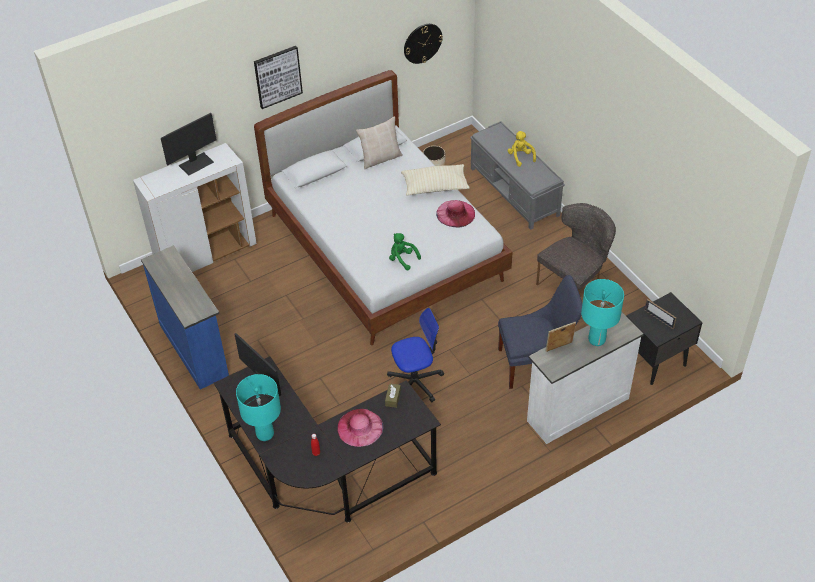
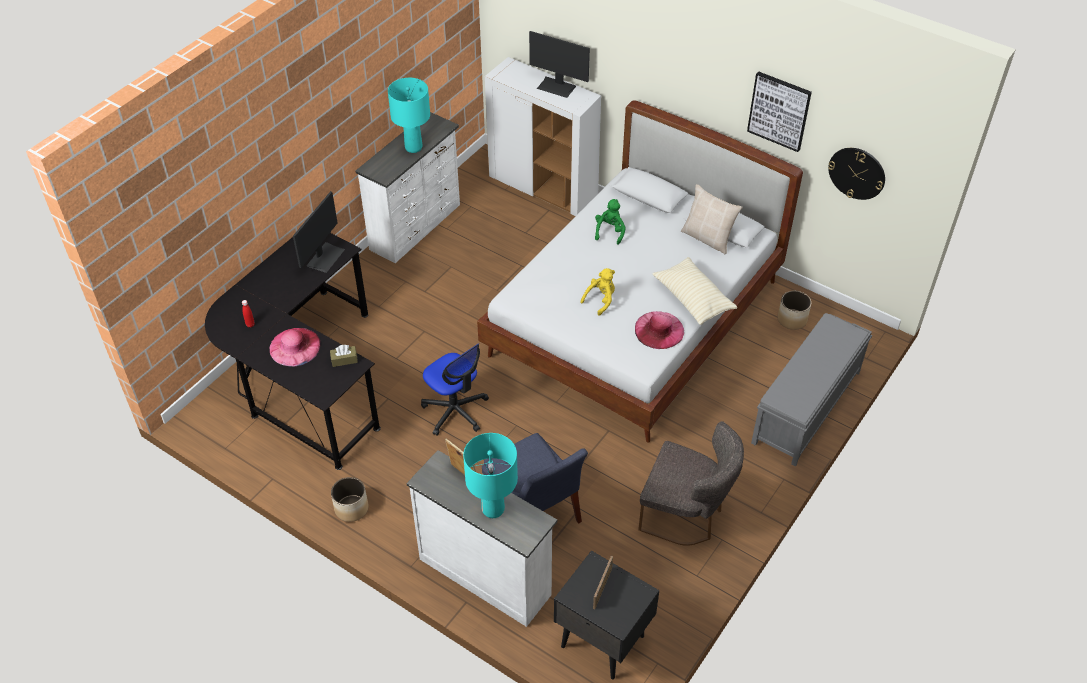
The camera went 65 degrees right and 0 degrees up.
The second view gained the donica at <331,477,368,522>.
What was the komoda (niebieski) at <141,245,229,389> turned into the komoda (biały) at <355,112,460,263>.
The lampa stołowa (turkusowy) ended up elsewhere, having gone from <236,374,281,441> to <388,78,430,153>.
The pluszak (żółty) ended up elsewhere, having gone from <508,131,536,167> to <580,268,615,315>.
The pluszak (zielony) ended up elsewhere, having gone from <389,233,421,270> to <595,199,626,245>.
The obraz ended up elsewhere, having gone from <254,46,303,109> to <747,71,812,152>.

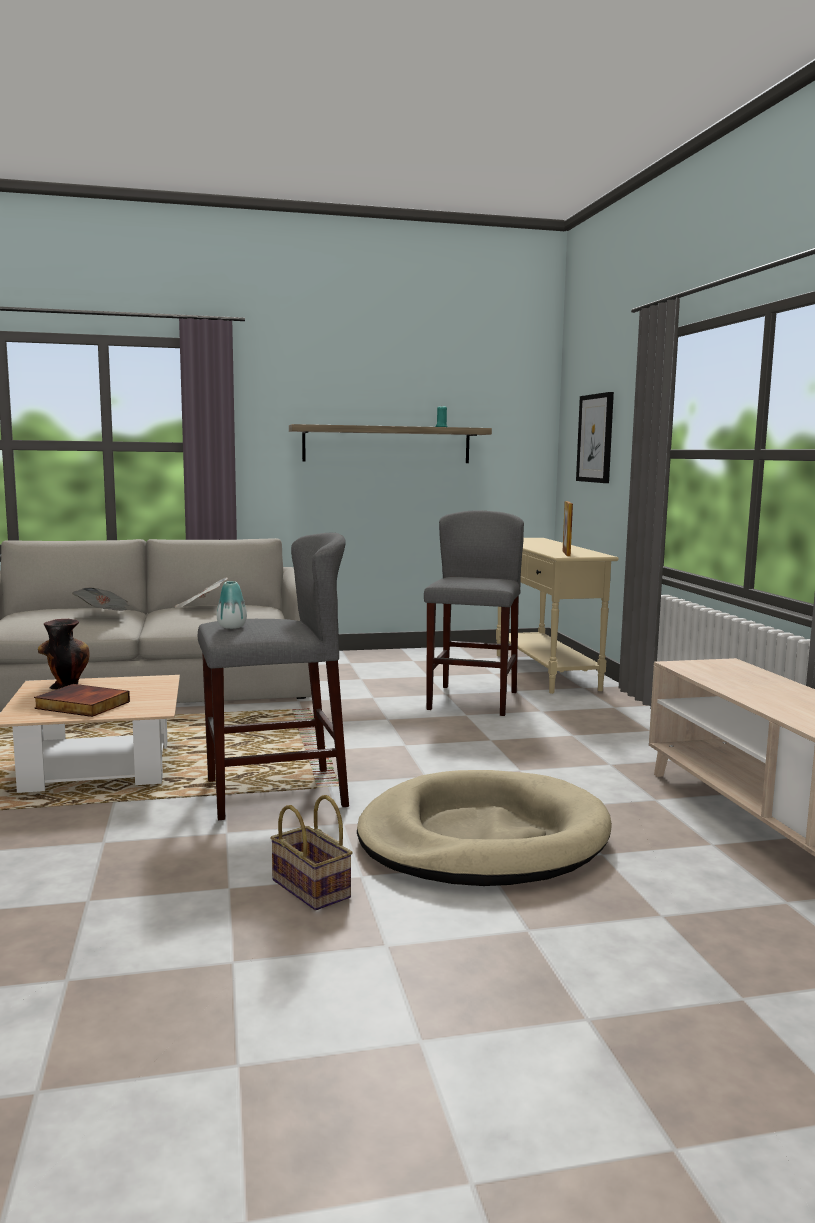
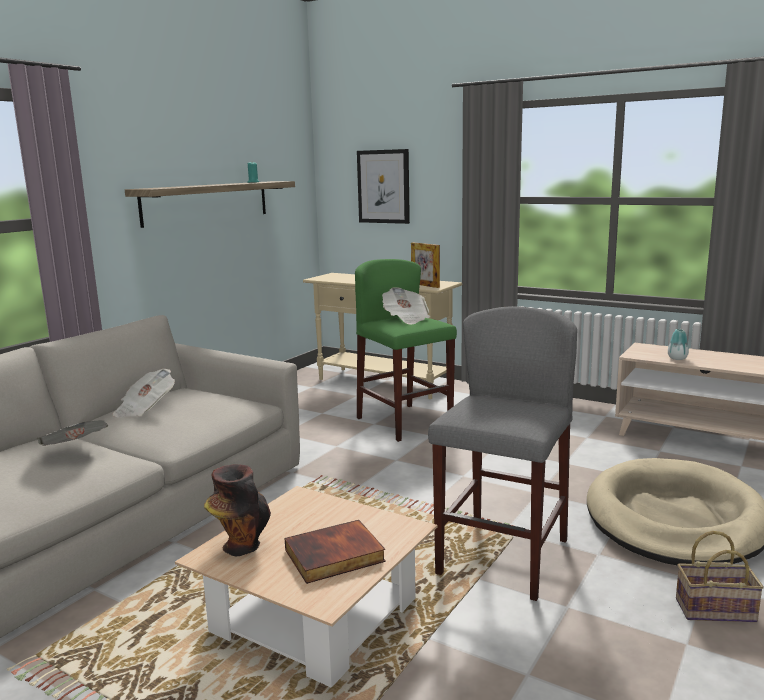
The camera went 45 degrees left and 5 degrees up.
What was the stołek (szary) at <424,510,524,716> turned into the stołek (zielony) at <355,259,457,442>.
The second view gained the gazeta at <382,287,430,325>.
The wazon ended up elsewhere, having gone from <217,581,247,629> to <668,329,689,360>.

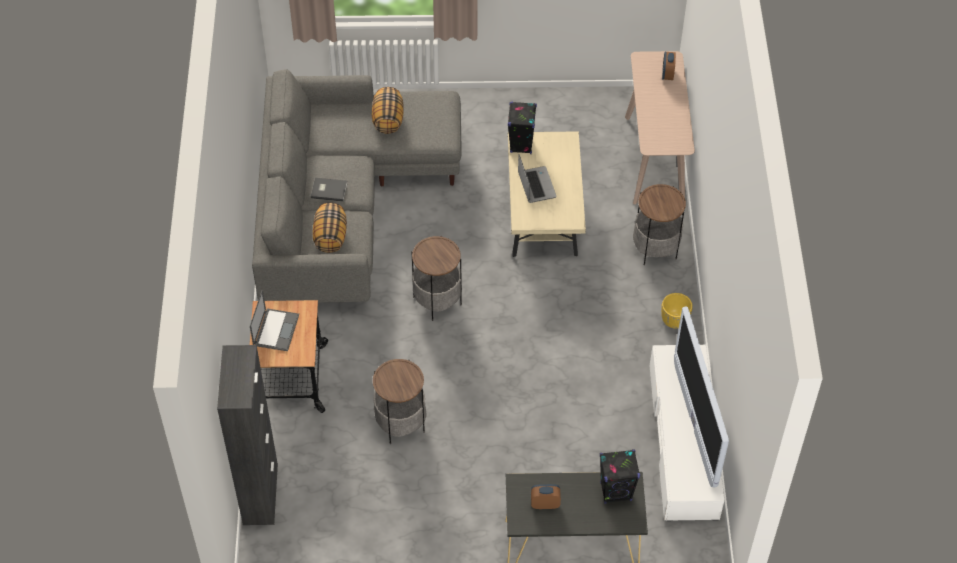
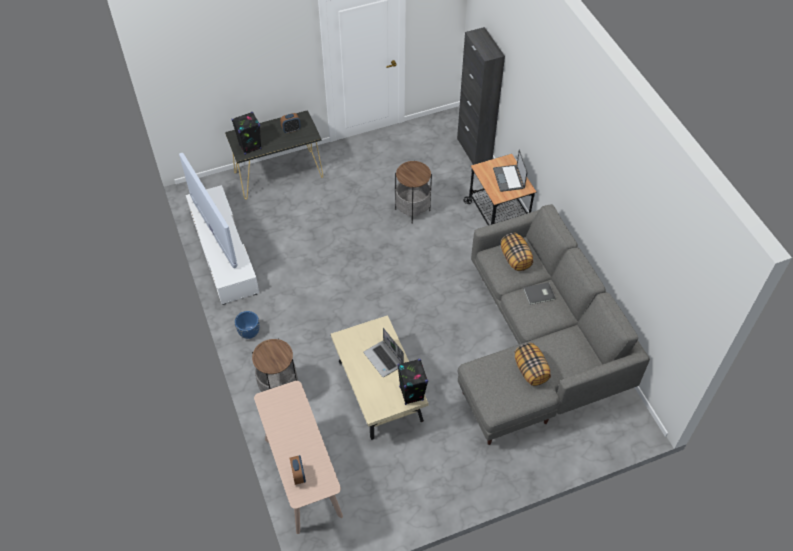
The camera went 160 degrees right and 0 degrees up.
What was the donica (żółty) at <661,293,693,328> turned into the donica (niebieski) at <235,311,259,339>.
The second view lost the stolik at <411,236,462,321>.

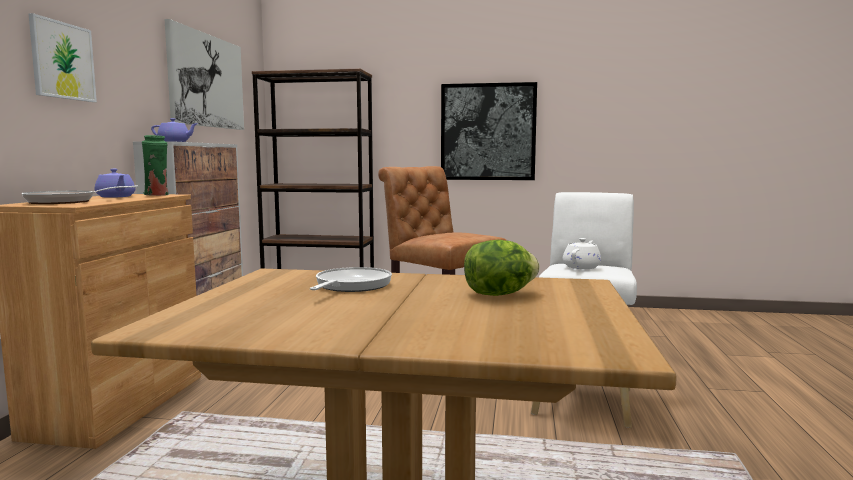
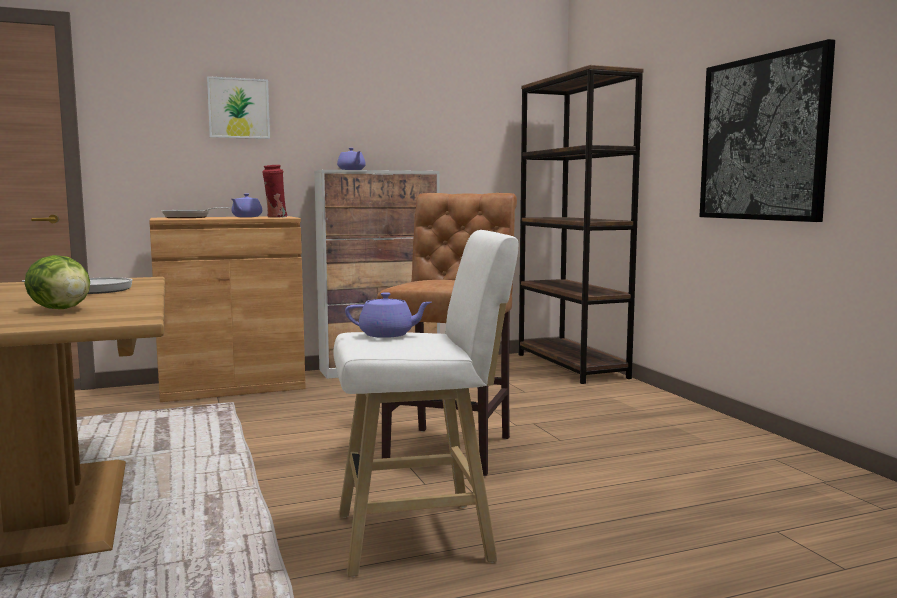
The camera went 60 degrees right and 0 degrees up.
What was the wazon (zielony) at <142,135,169,196> turned into the wazon (czerwony) at <262,165,288,218>.
What was the imbryk (biały) at <563,238,602,269> turned into the imbryk (fioletowy) at <345,292,432,338>.
The second view lost the obraz at <164,19,244,130>.

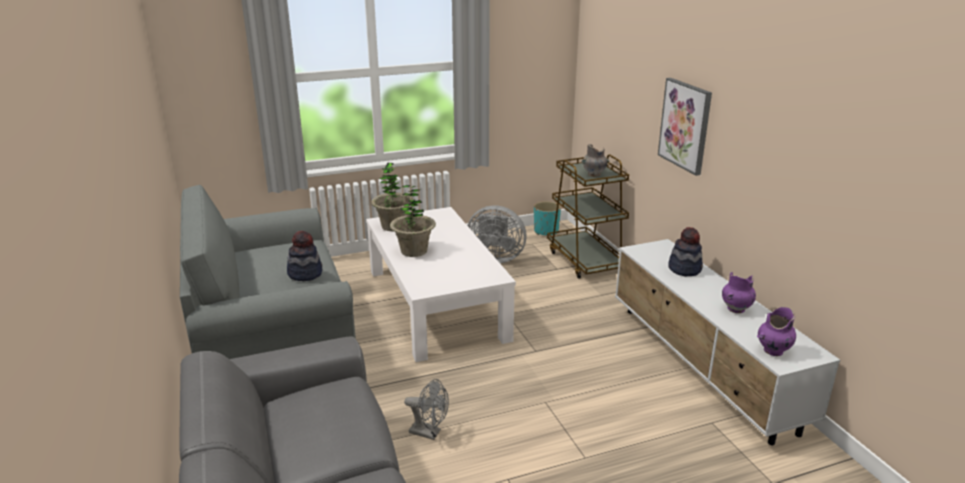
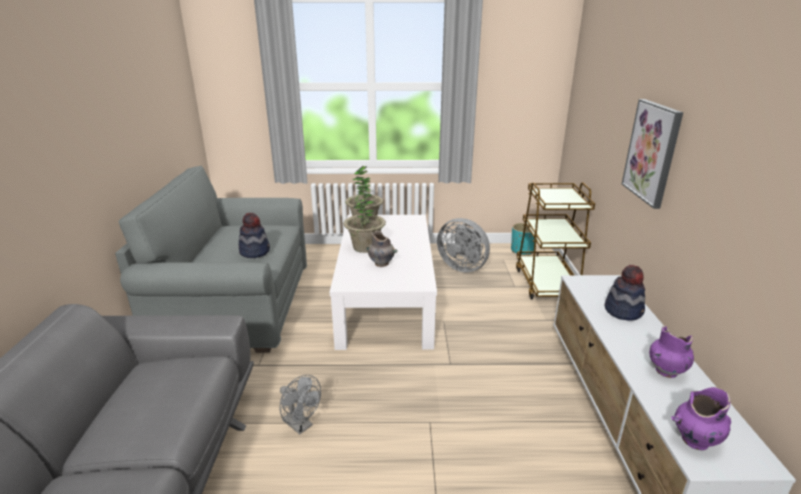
The camera went 20 degrees right and 0 degrees up.
The wazon (szary) ended up elsewhere, having gone from <582,144,610,177> to <366,231,398,267>.

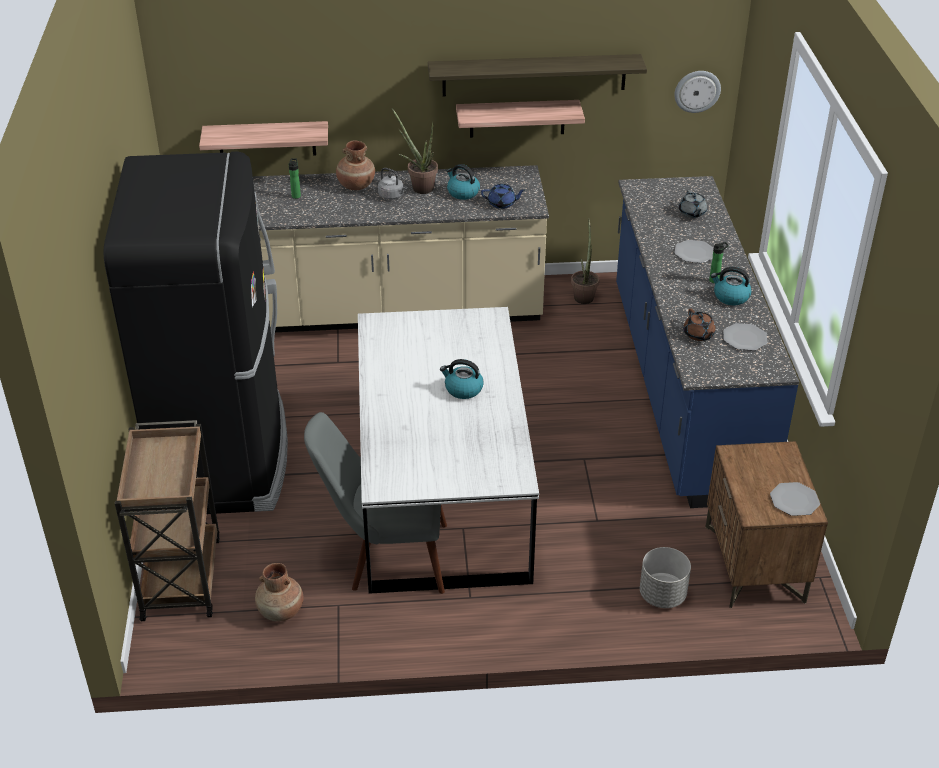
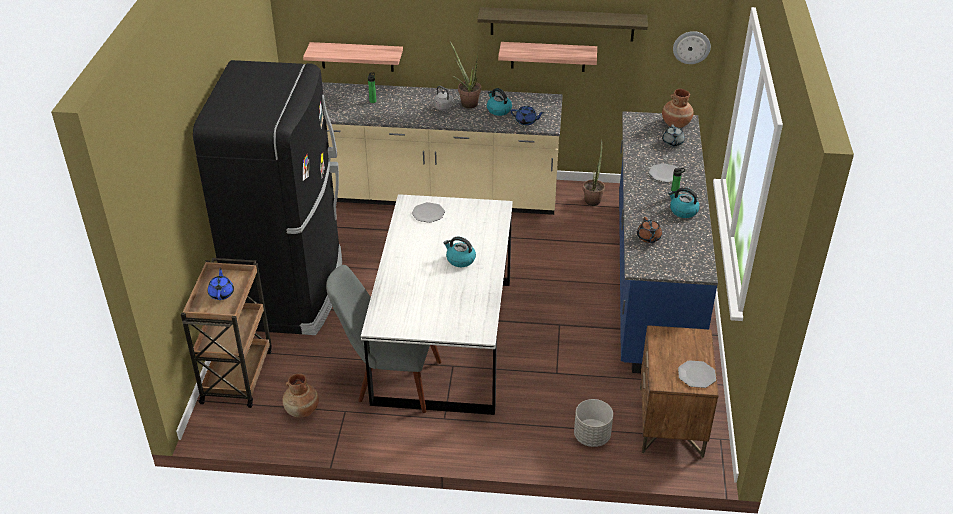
The camera went 10 degrees right and 0 degrees up.
The second view gained the imbryk (niebieski) at <208,268,234,300>.
The talerz ended up elsewhere, having gone from <723,323,767,351> to <412,202,445,223>.
The wazon (brązowy) ended up elsewhere, having gone from <336,140,375,190> to <662,89,694,128>.

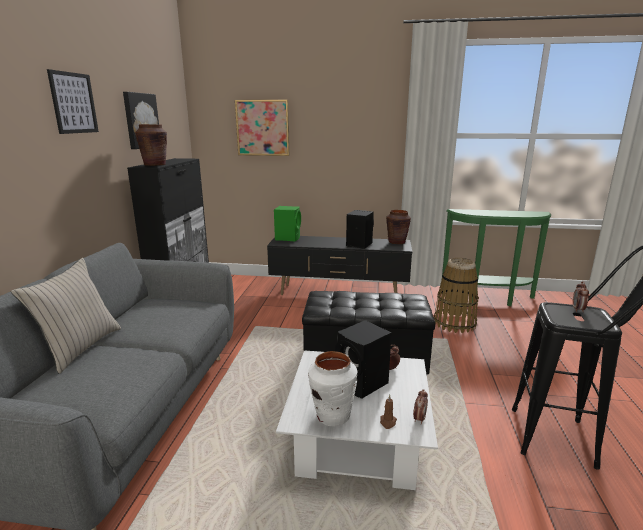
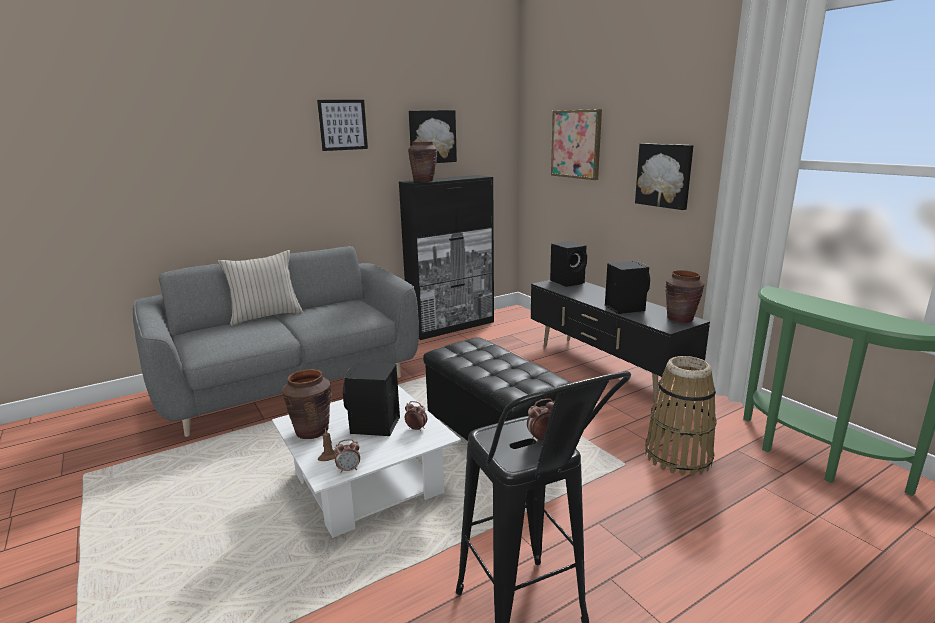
The camera went 50 degrees right and 0 degrees up.
What was the wazon (biały) at <308,351,357,427> turned into the wazon (brązowy) at <282,369,332,439>.
What was the głośnik (zielony) at <274,206,301,241> turned into the głośnik (czarny) at <550,241,587,287>.
The second view gained the obraz at <635,143,693,210>.

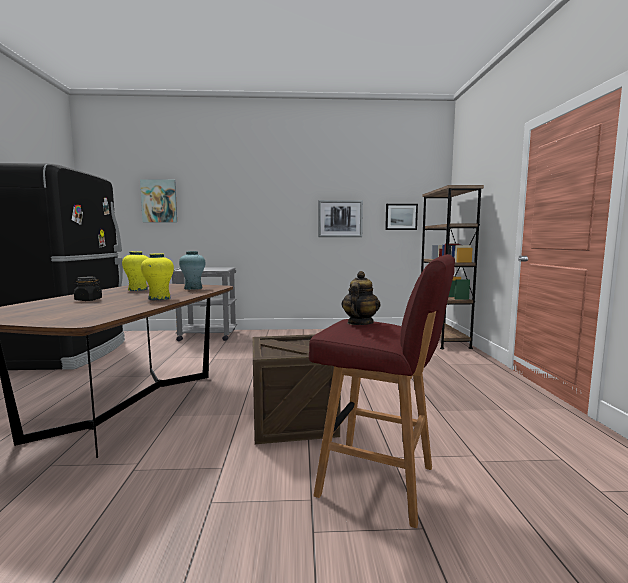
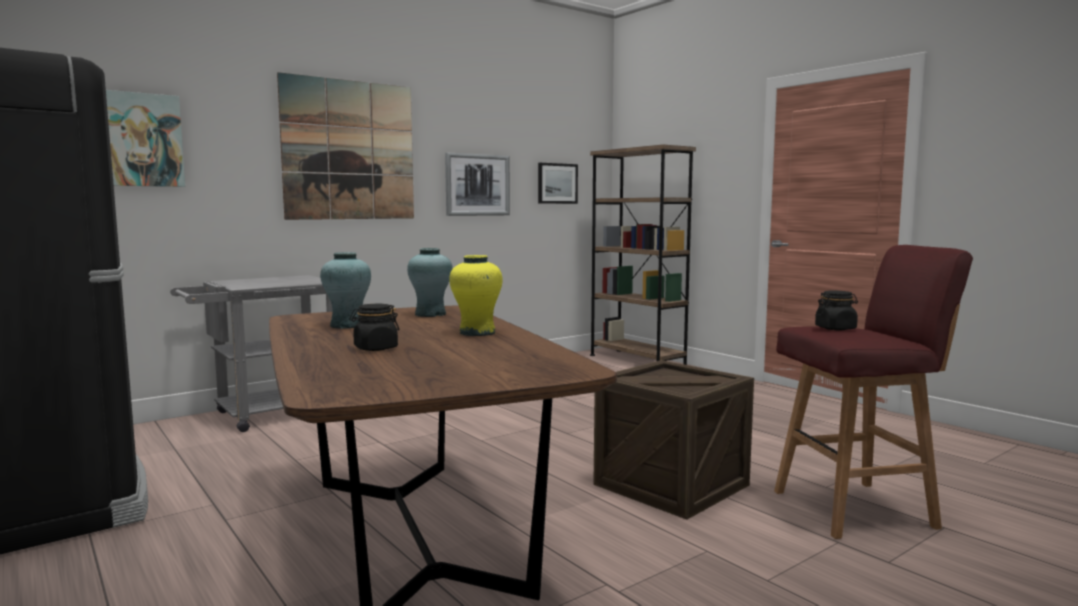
The camera went 35 degrees left and 0 degrees up.
The second view gained the obraz at <277,72,414,220>.
What was the wazon (żółty) at <122,251,148,291> turned into the wazon (turkusowy) at <320,252,371,329>.
Where the imbryk stood at <342,271,381,325>, the słoik (czarny) came to stand at <815,291,858,330>.

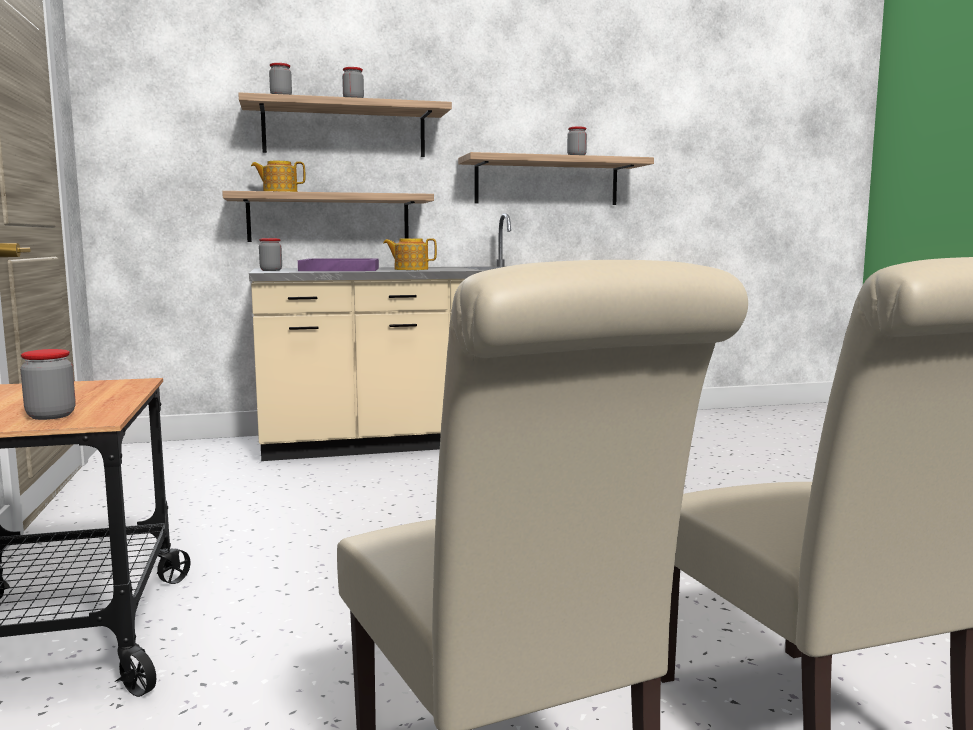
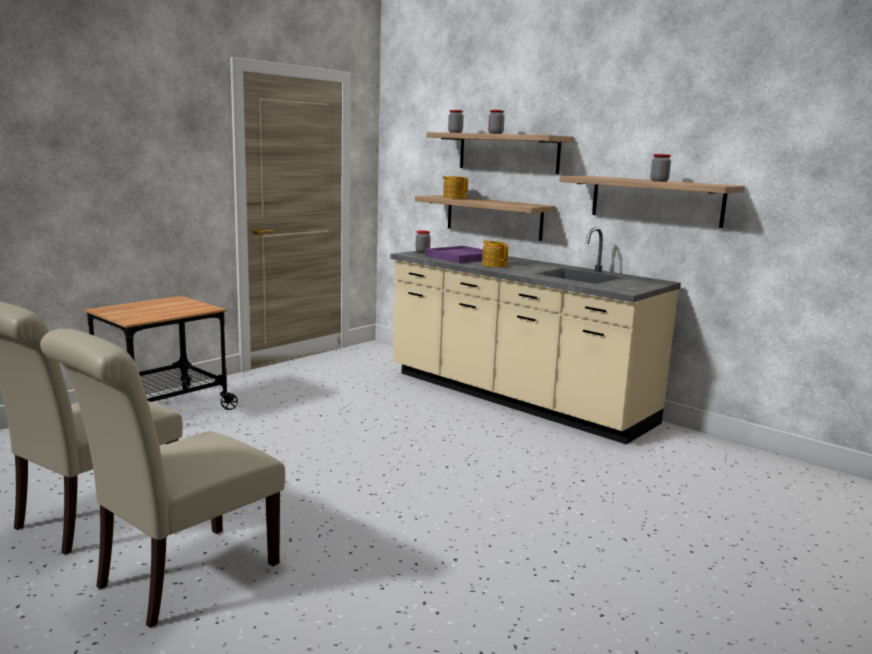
The camera went 55 degrees right and 5 degrees up.
The second view lost the słoik at <20,349,76,420>.

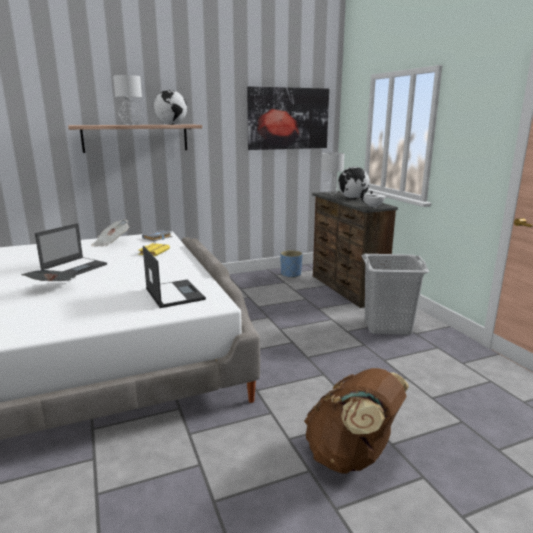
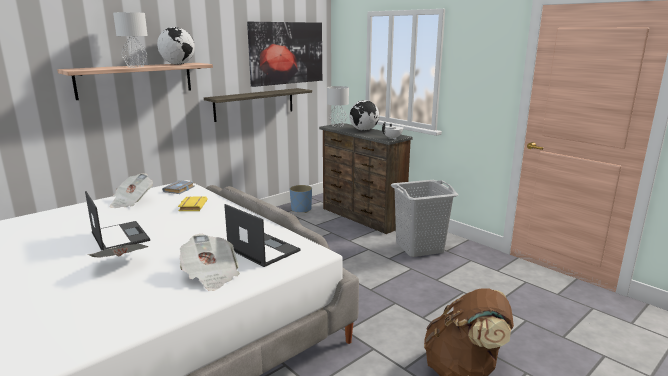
The camera went 20 degrees left and 0 degrees up.
The laptop at <35,223,107,276> ended up facing another way, 45 degrees counterclockwise from before.
The second view gained the gazeta at <180,234,240,291>.
The second view gained the półka at <204,88,312,122>.

